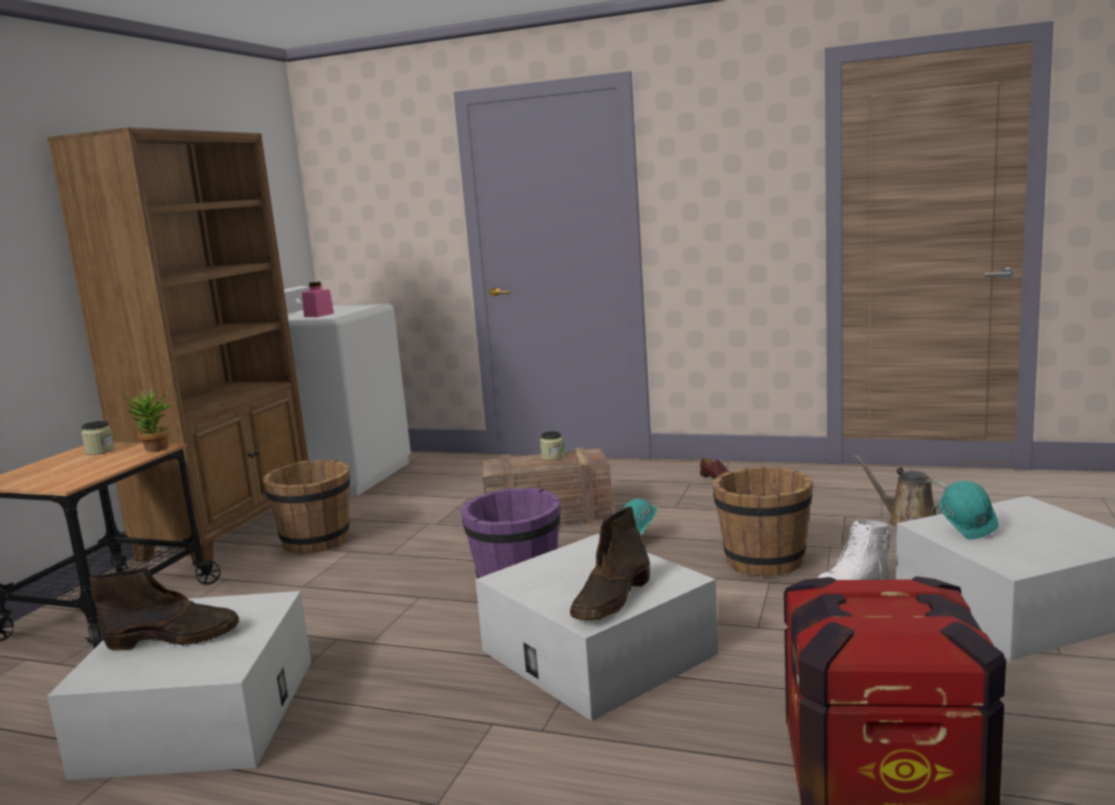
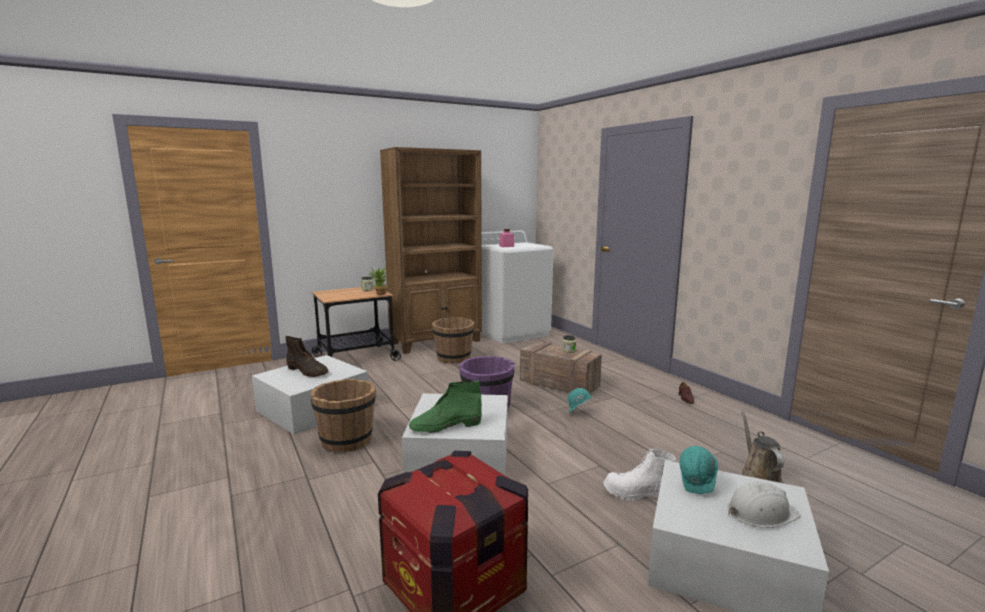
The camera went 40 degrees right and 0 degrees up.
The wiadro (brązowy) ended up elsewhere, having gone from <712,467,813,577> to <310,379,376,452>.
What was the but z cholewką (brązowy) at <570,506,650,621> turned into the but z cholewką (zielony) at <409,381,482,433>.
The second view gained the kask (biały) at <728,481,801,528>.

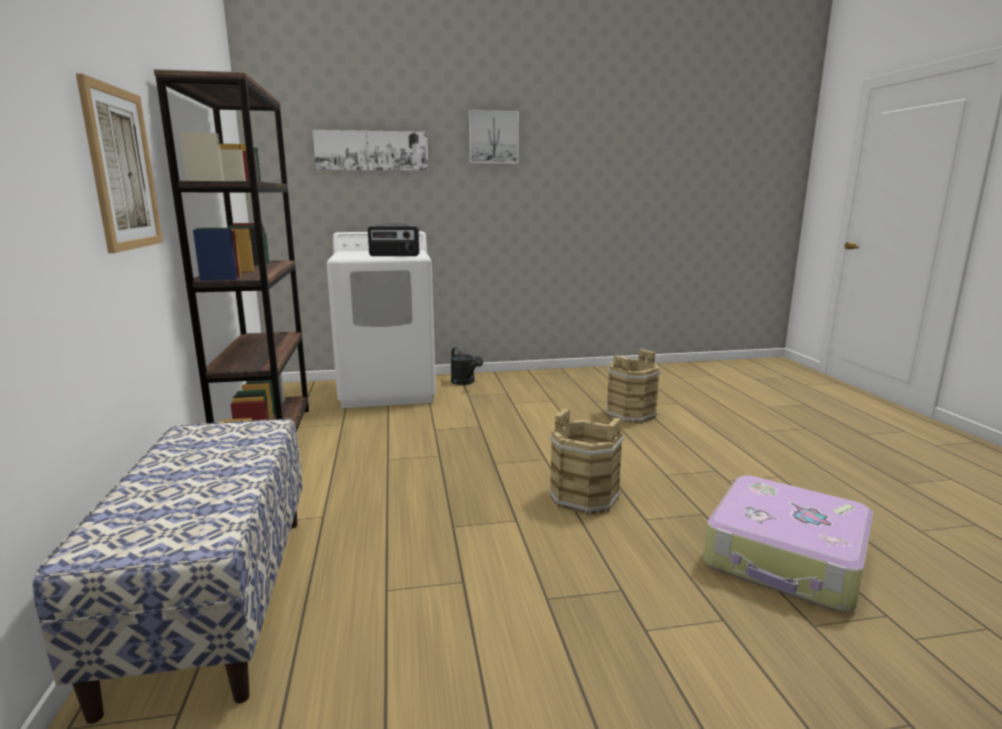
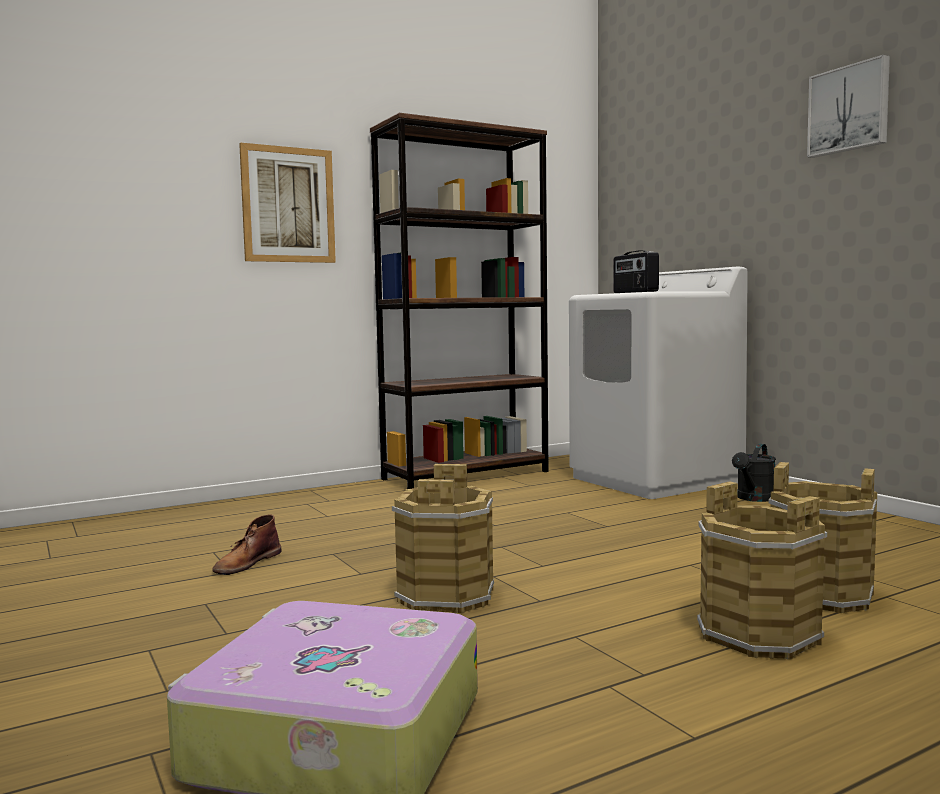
The camera went 70 degrees right and 10 degrees down.
The second view gained the but z cholewką (brązowy) at <212,514,282,575>.
The second view gained the wiadro (brązowy) at <697,481,827,659>.
The second view lost the ławka at <33,418,303,724>.
The second view lost the obraz at <313,130,428,171>.

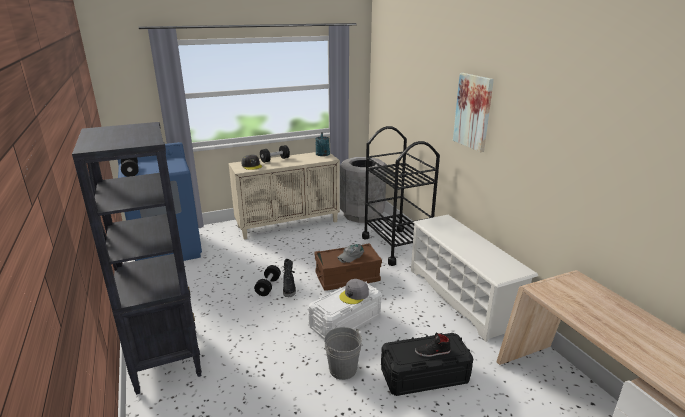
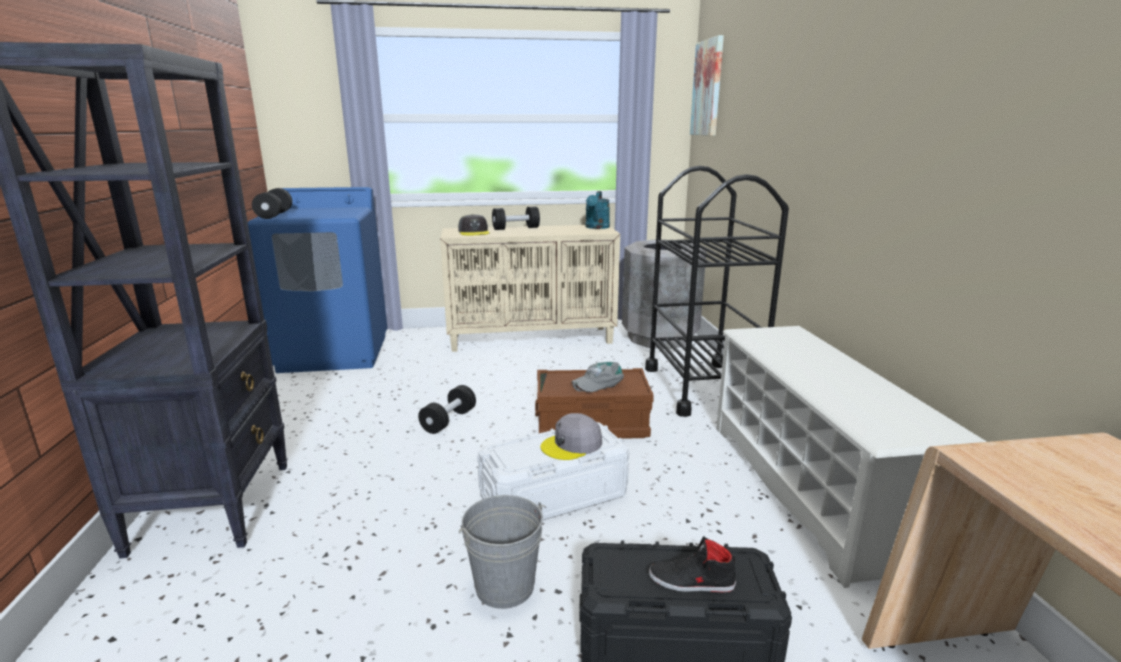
The camera went 15 degrees right and 5 degrees down.
The obraz ended up elsewhere, having gone from <453,73,494,152> to <690,35,724,136>.
The second view lost the but z cholewką (czarny) at <282,259,296,297>.

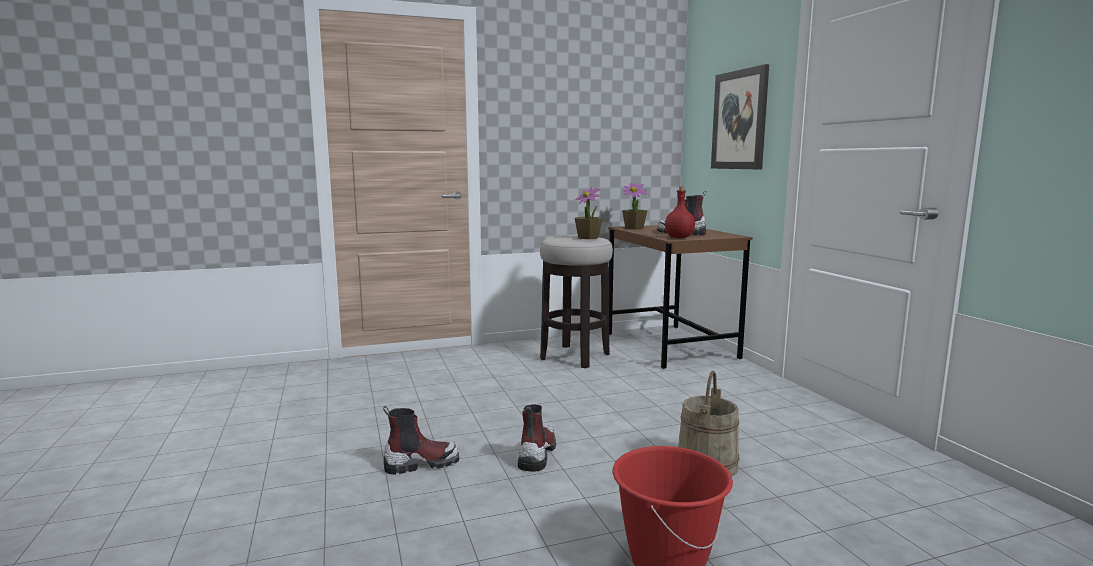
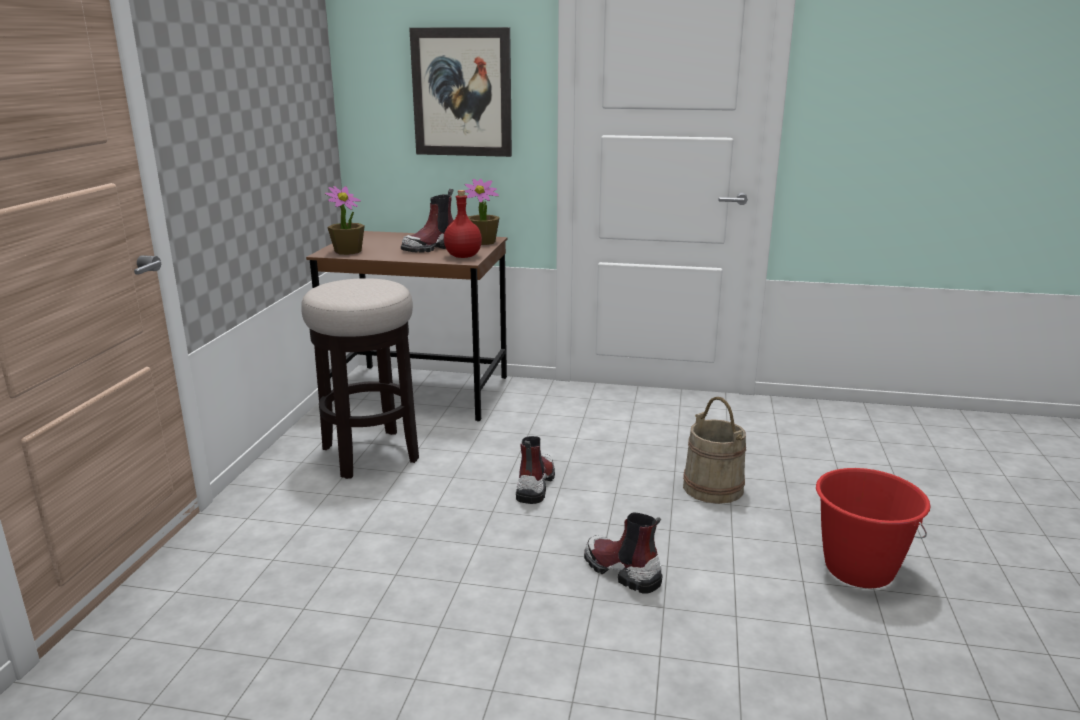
The camera went 60 degrees left and 10 degrees up.
The roślina doniczkowa ended up elsewhere, having gone from <575,187,603,239> to <465,179,500,245>.
The but z cholewką ended up elsewhere, having gone from <383,406,459,474> to <516,436,555,504>.

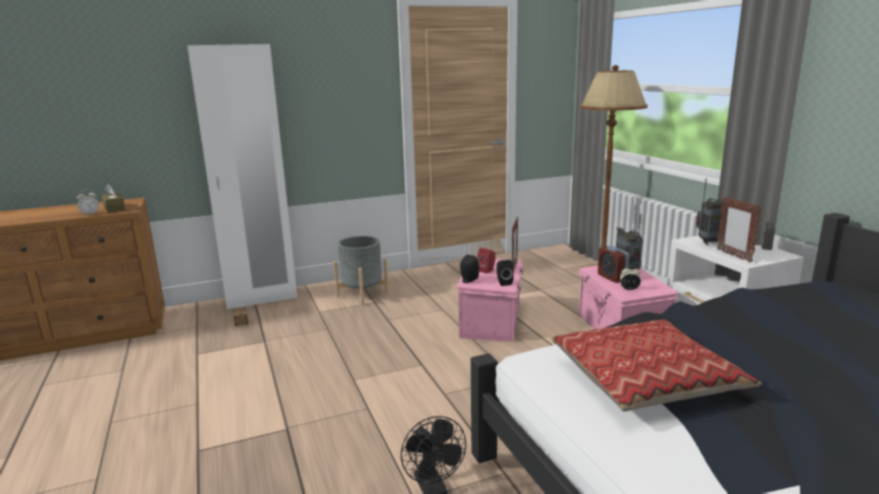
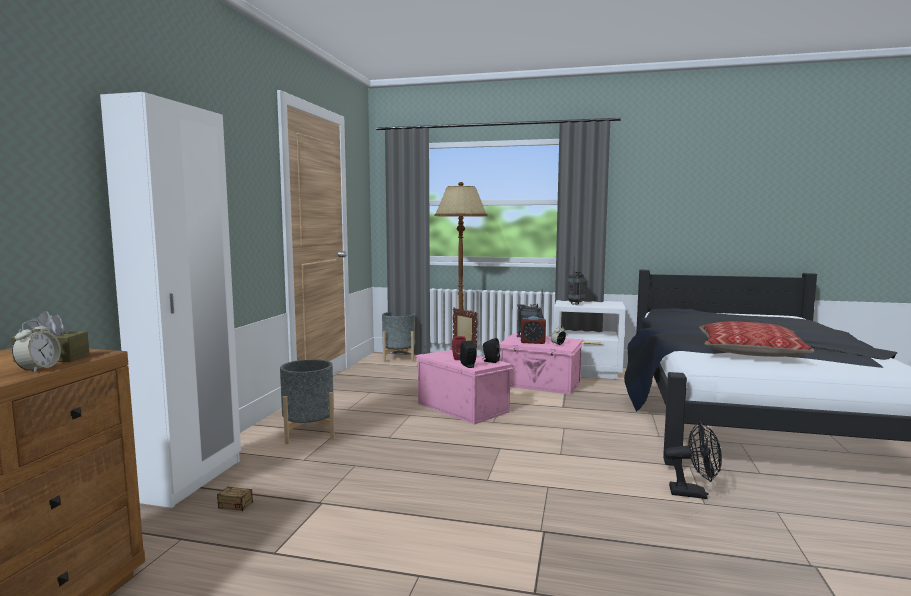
The camera went 55 degrees left and 10 degrees down.
The second view gained the donica (szary) at <382,312,415,362>.
The second view lost the ramka na zdjęcie at <717,197,761,263>.

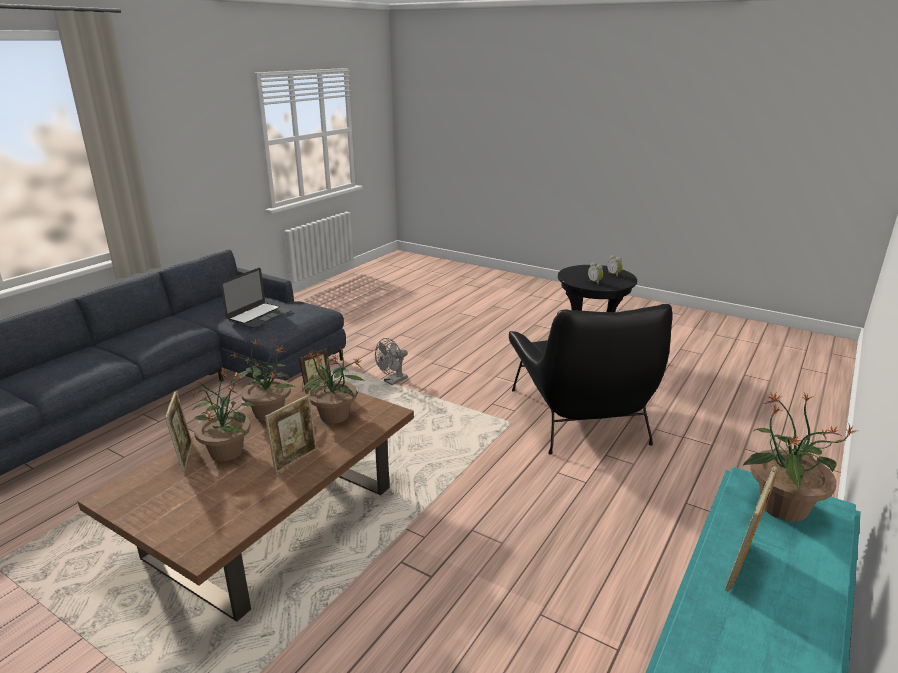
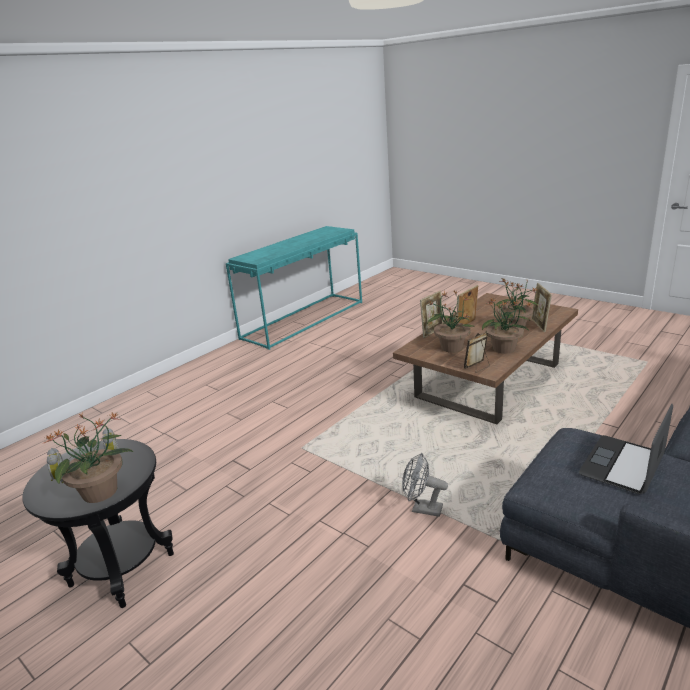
The camera went 170 degrees left and 0 degrees up.
The roślina doniczkowa ended up elsewhere, having gone from <742,391,855,522> to <42,412,133,503>.
The wentylator (szary) at <375,338,408,385> ended up facing another way, 120 degrees counterclockwise from before.
The ramka na zdjęcie ended up elsewhere, having gone from <725,467,777,592> to <420,291,443,338>.
The second view lost the fotel (czarny) at <509,304,673,455>.

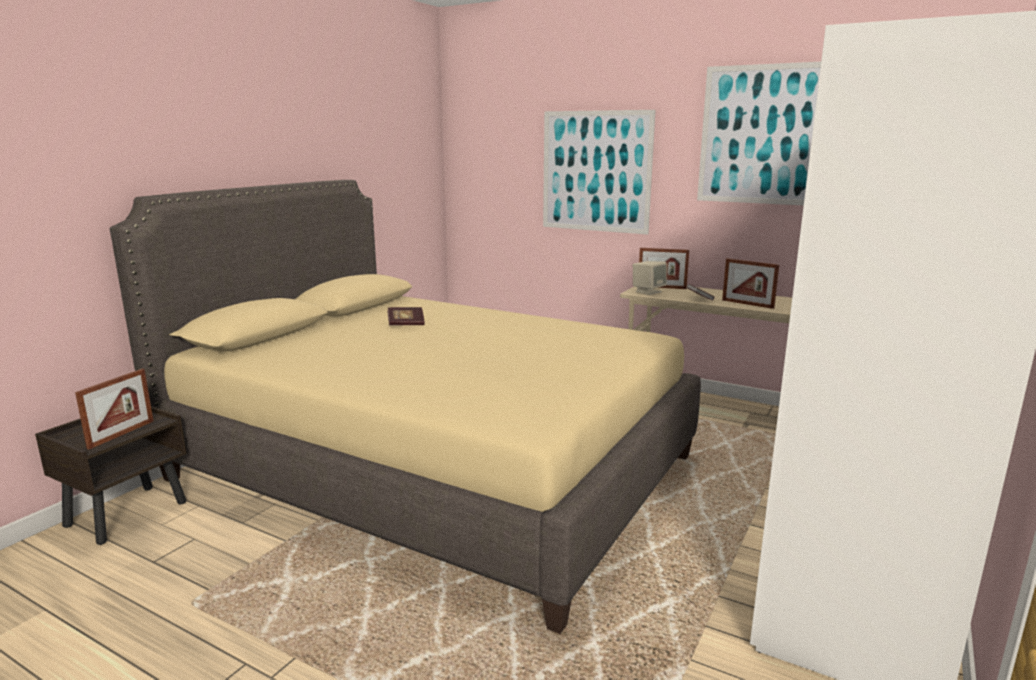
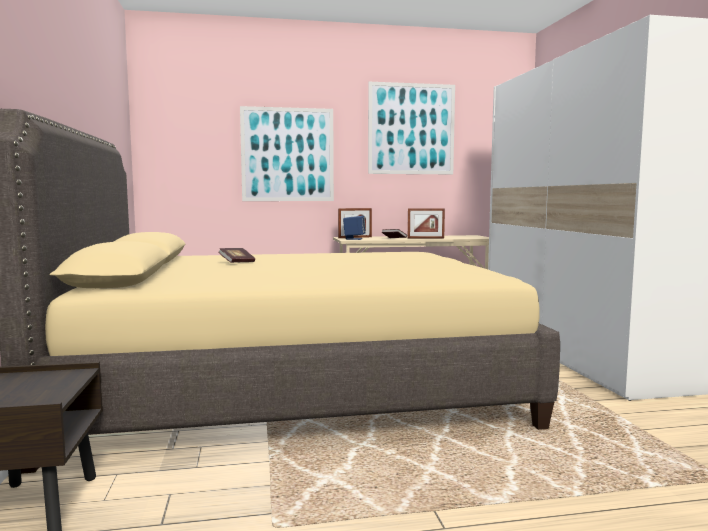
The camera went 40 degrees left and 10 degrees down.
What was the głośnik (beżowy) at <633,261,666,295> turned into the głośnik (niebieski) at <343,216,366,240>.
The second view lost the ramka na zdjęcie at <75,369,153,449>.

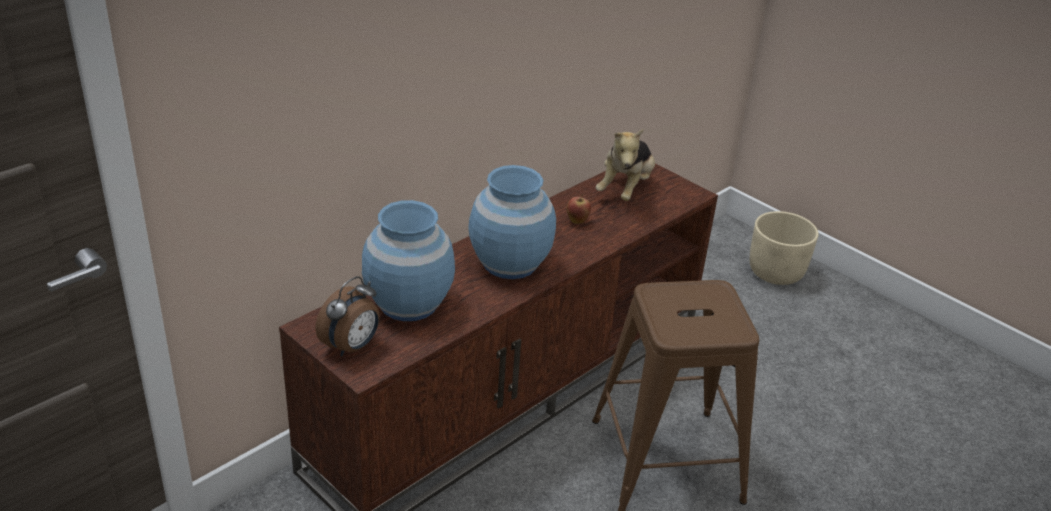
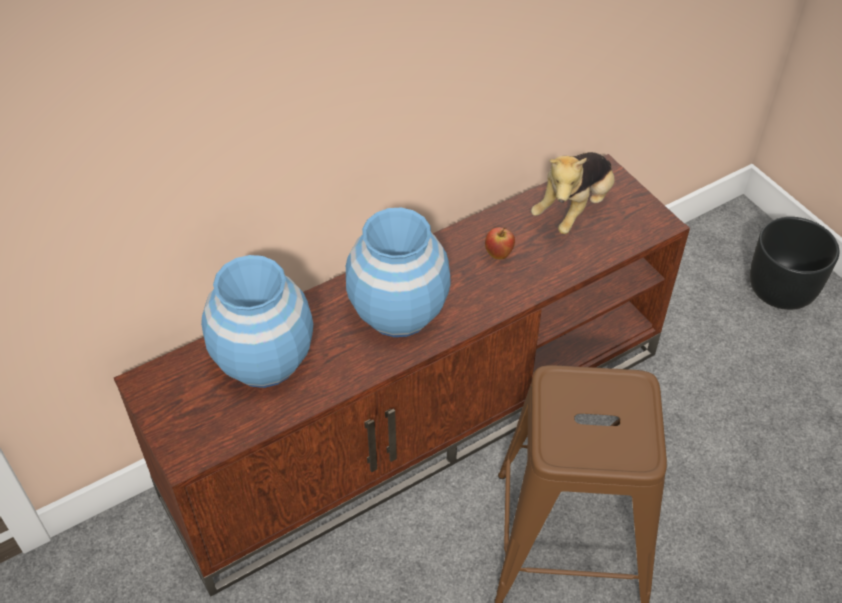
The camera went 15 degrees right and 15 degrees up.
What was the donica (beżowy) at <750,211,819,285> turned into the donica (czarny) at <750,217,840,310>.
The second view lost the budzik at <315,276,380,356>.

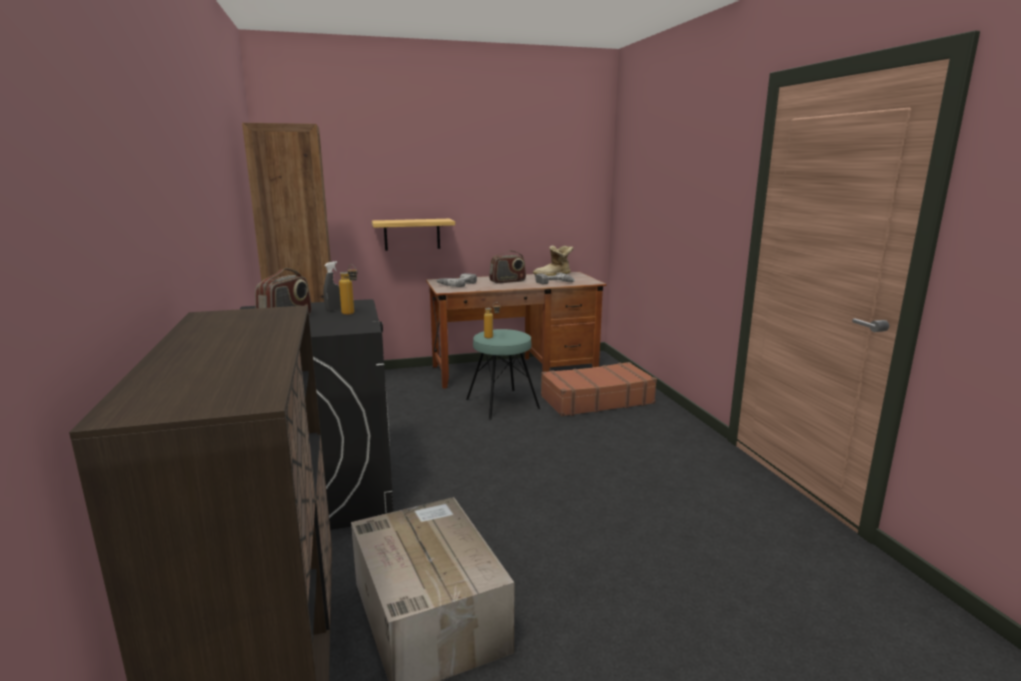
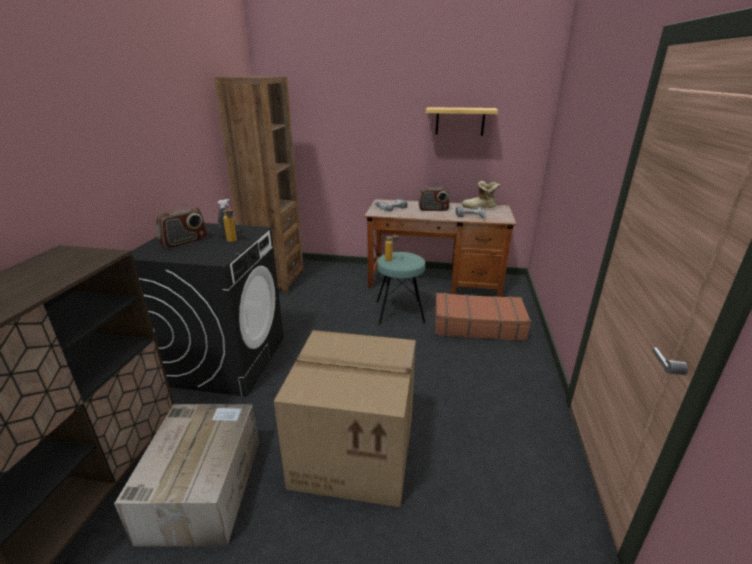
The camera went 25 degrees right and 10 degrees up.
The second view gained the karton at <274,330,416,507>.
The półka ended up elsewhere, having gone from <372,219,455,251> to <426,107,498,136>.

